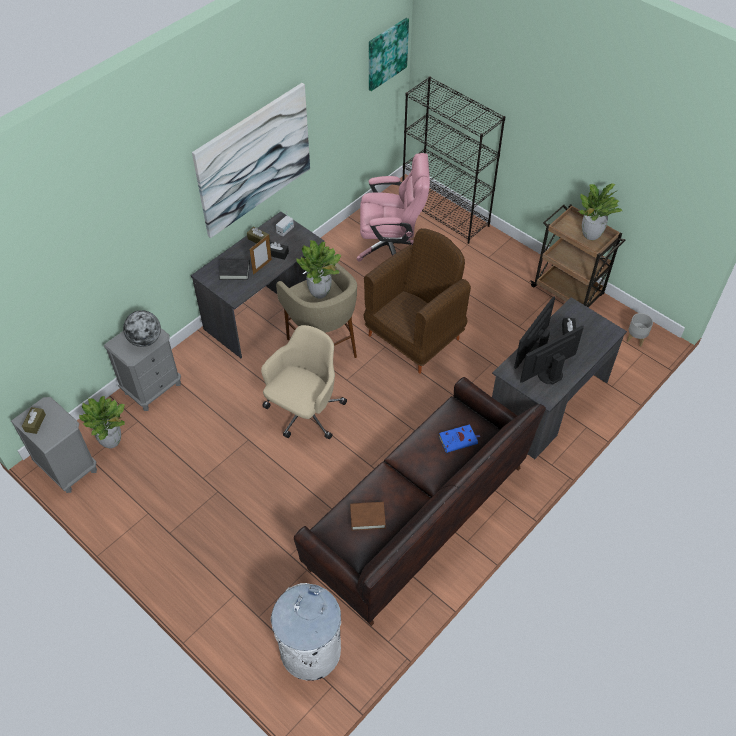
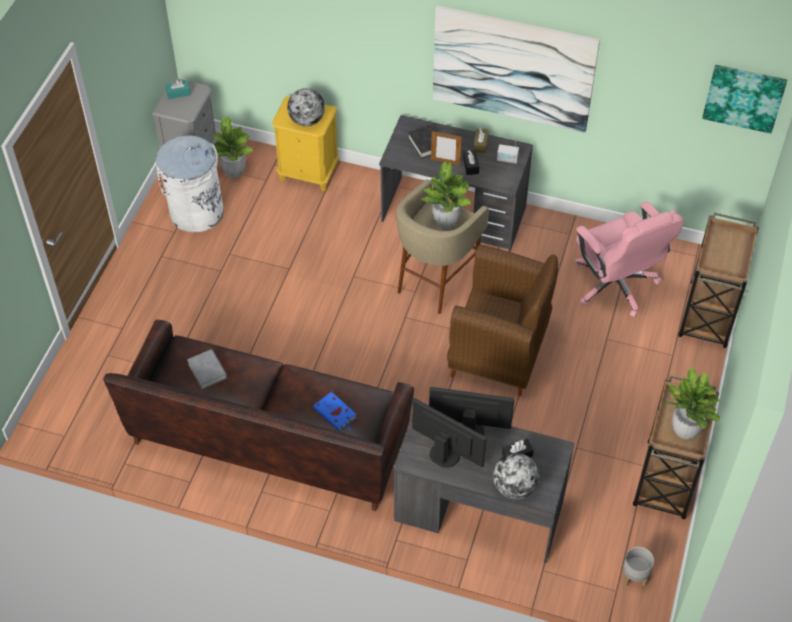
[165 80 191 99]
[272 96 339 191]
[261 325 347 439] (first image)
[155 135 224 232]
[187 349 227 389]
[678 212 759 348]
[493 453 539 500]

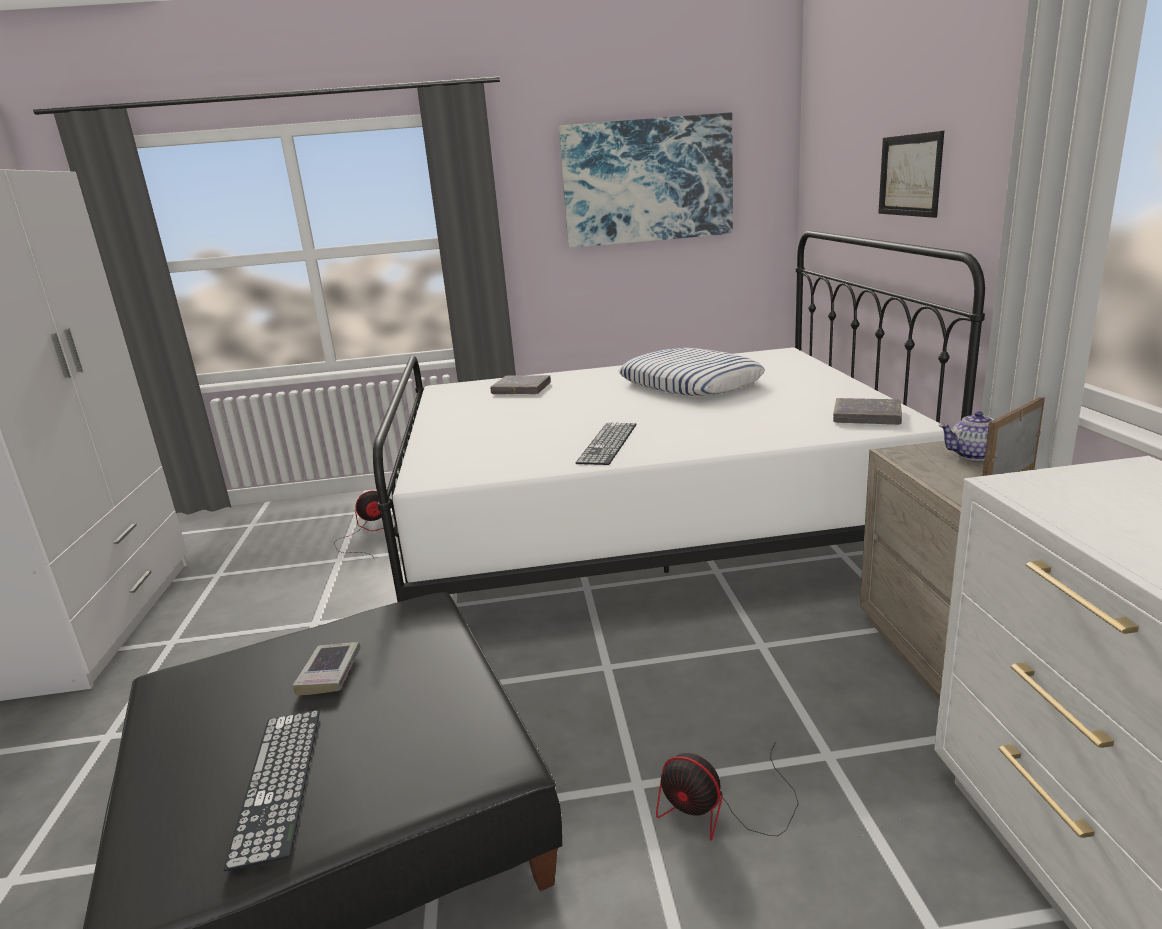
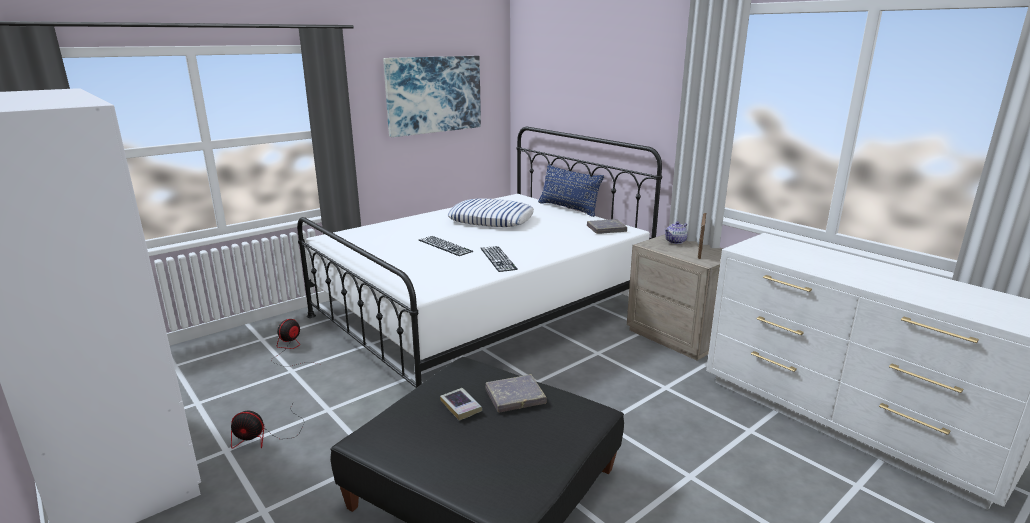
[419 236 473 256]
[485 374 547 412]
[231 405 305 449]
[878 131 944 218] (first image)
[538 164 604 217]

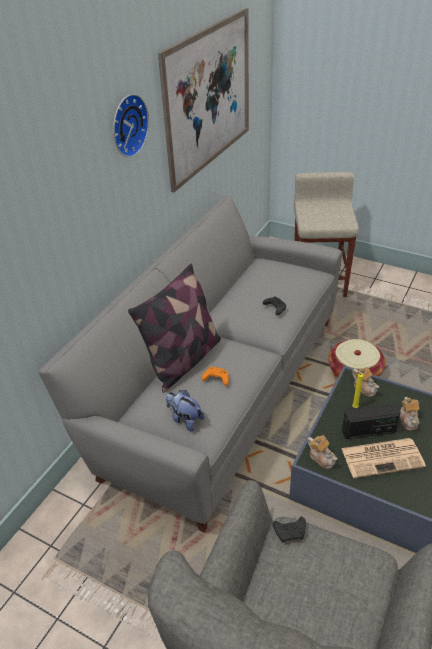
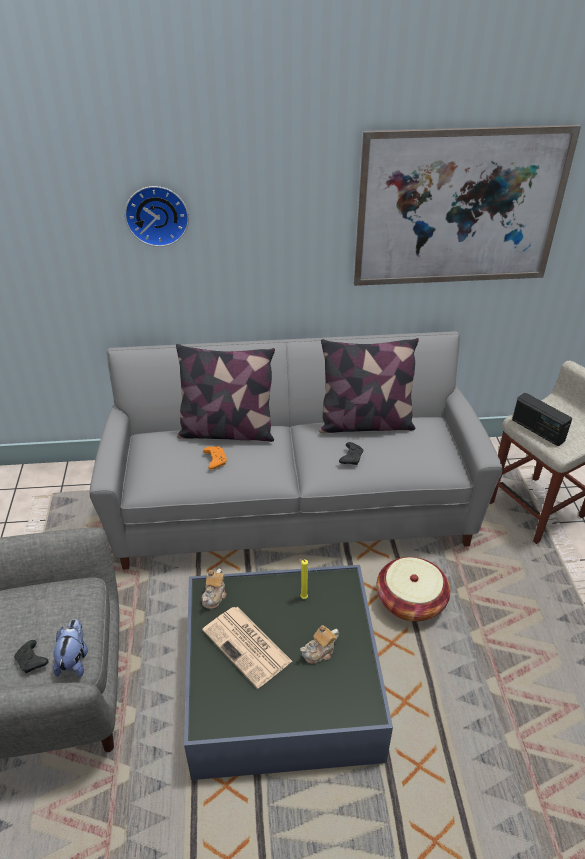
[125 186 189 247]
[53 619 88 678]
[14 640 49 673]
[512 393 572 446]
[352 367 379 397] (first image)
[319 338 419 433]

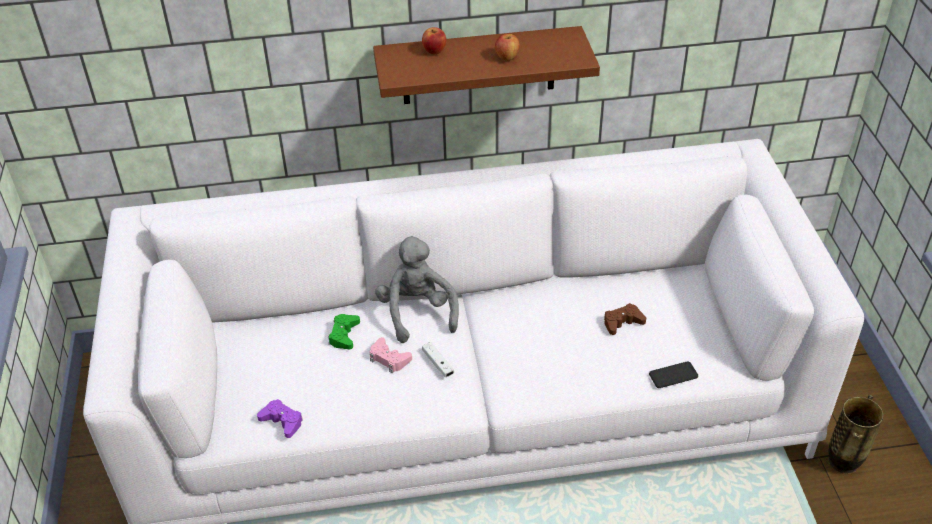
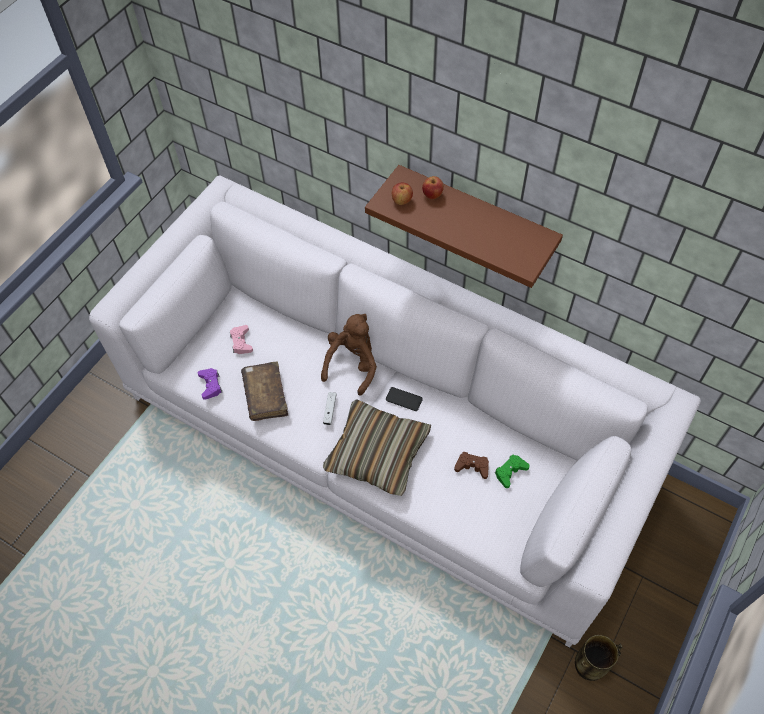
[495 454 530 488]
[230 325 253 354]
[321 314 377 396]
[392 182 413 205]
[386 387 423 411]
[241 361 288 421]
[323 399 431 496]

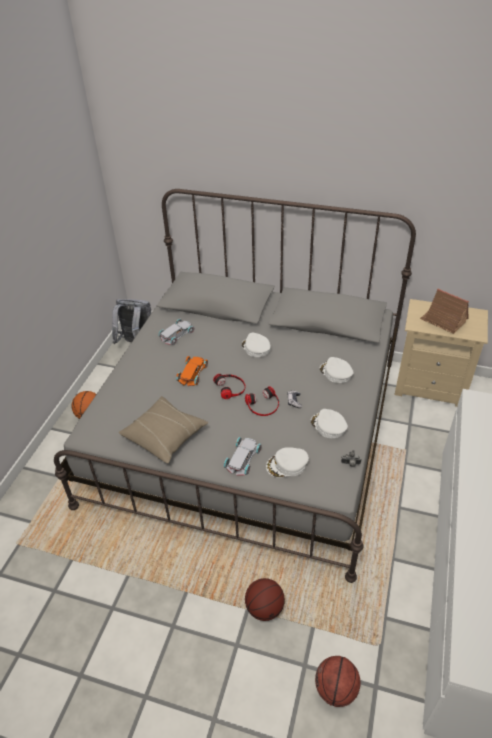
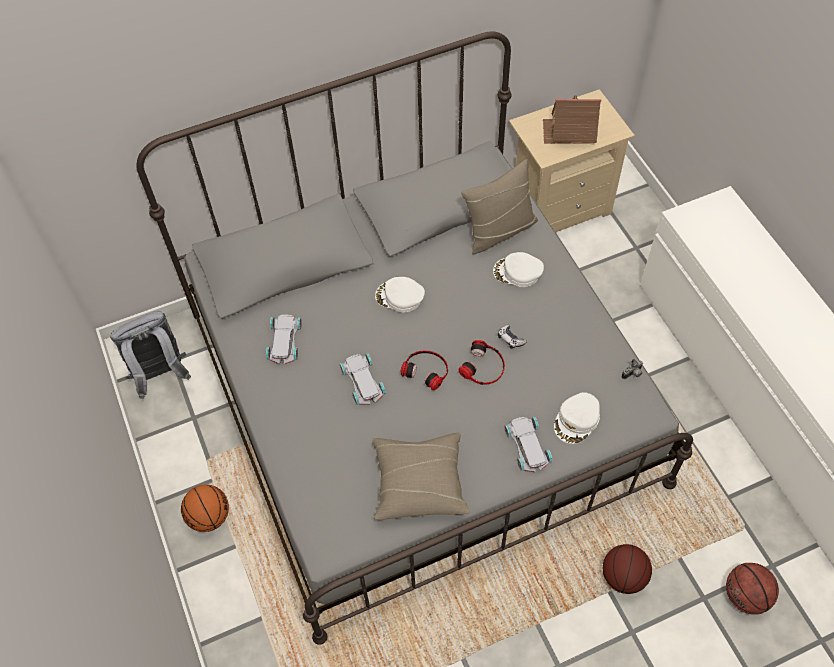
[340 353 386 405]
[310 409 348 438] (first image)
[461 159 538 255]

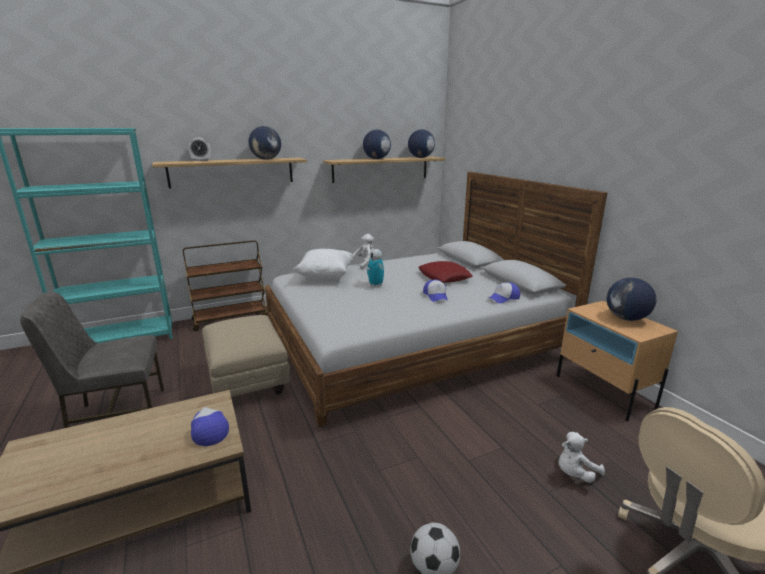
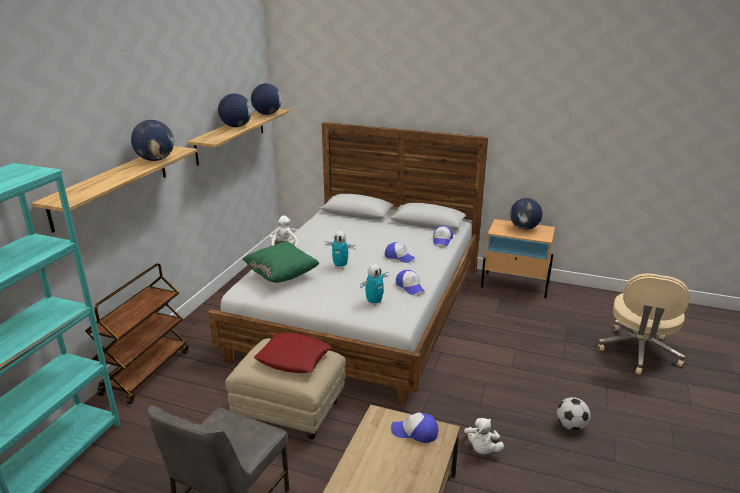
[189 138 211 161] (first image)
[243 242 319 283]
[254 333 332 373]
[464 418 504 454]
[360 264 388 306]
[396 270 424 295]

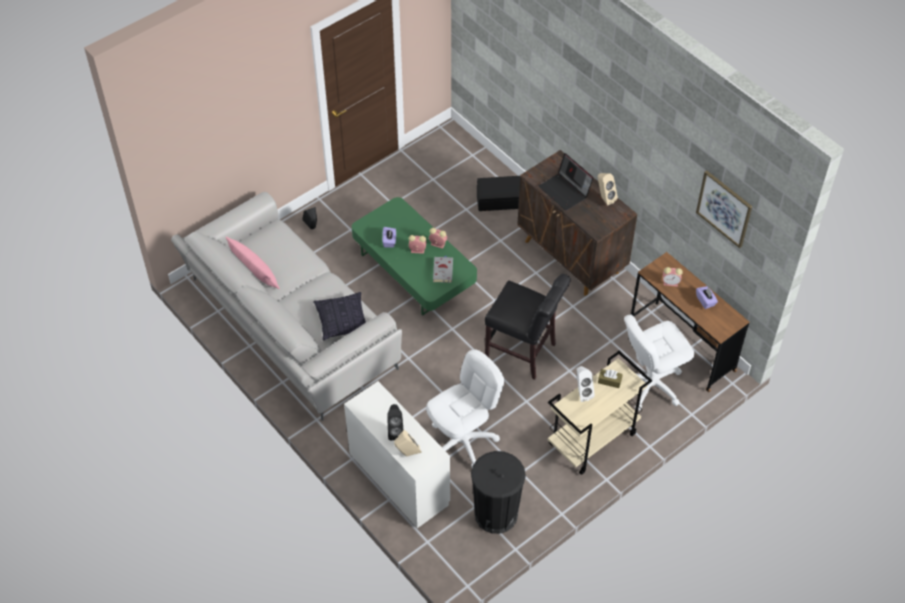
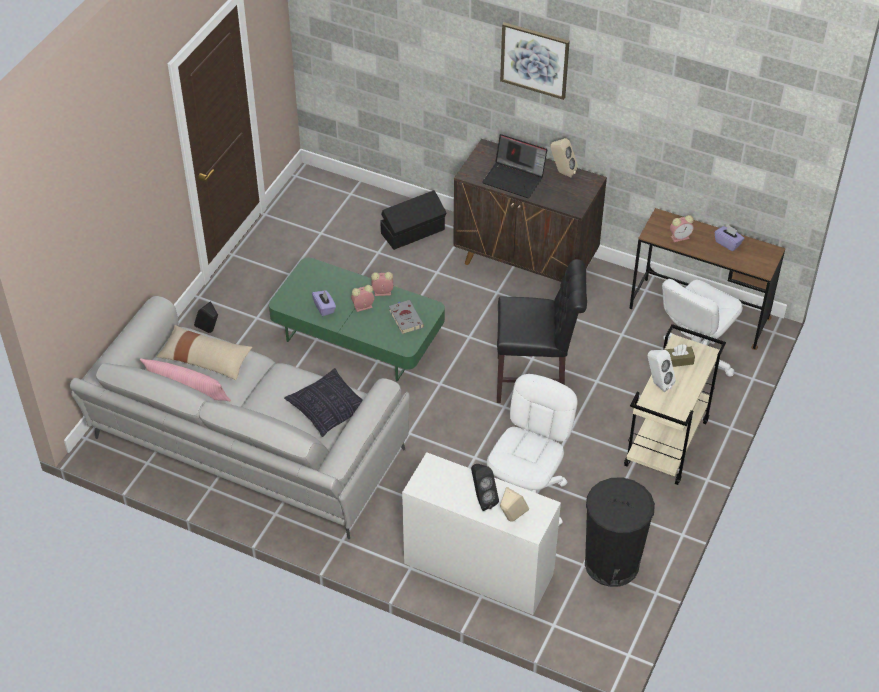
[500 22 570 100]
[156 325 252 380]

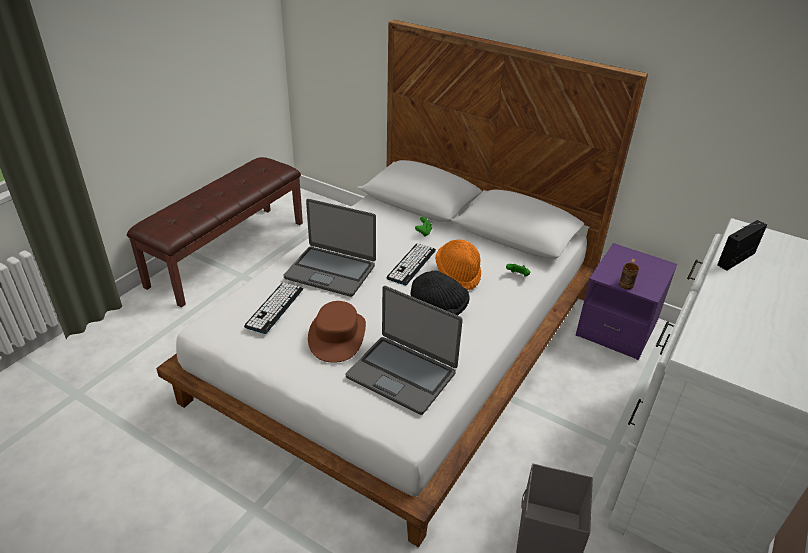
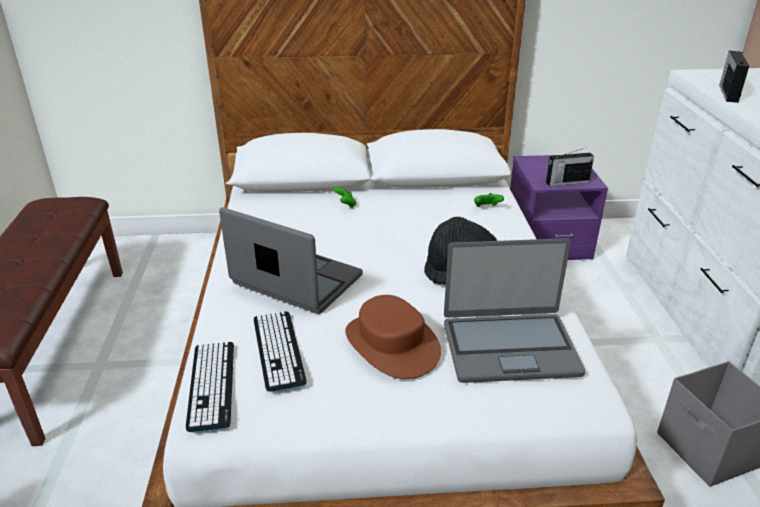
[219 207 363 314]
[186 342 234 432]
[435 240 481 290] (first image)
[546 147 594 186]

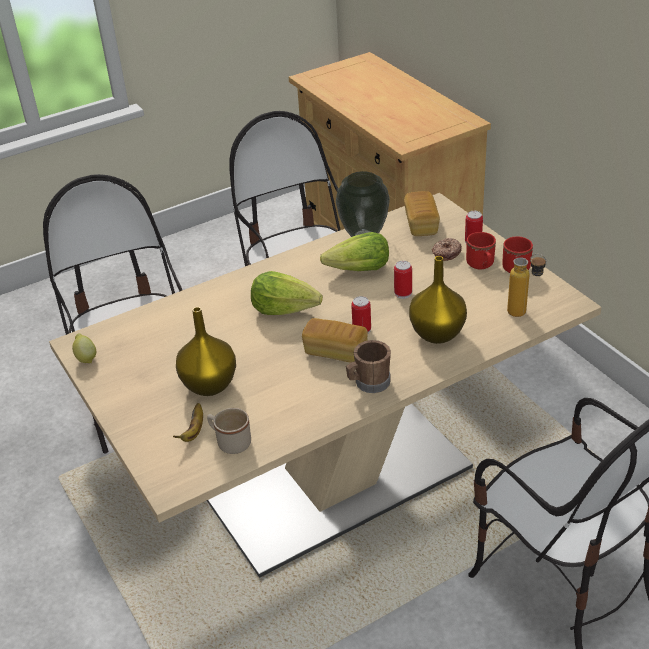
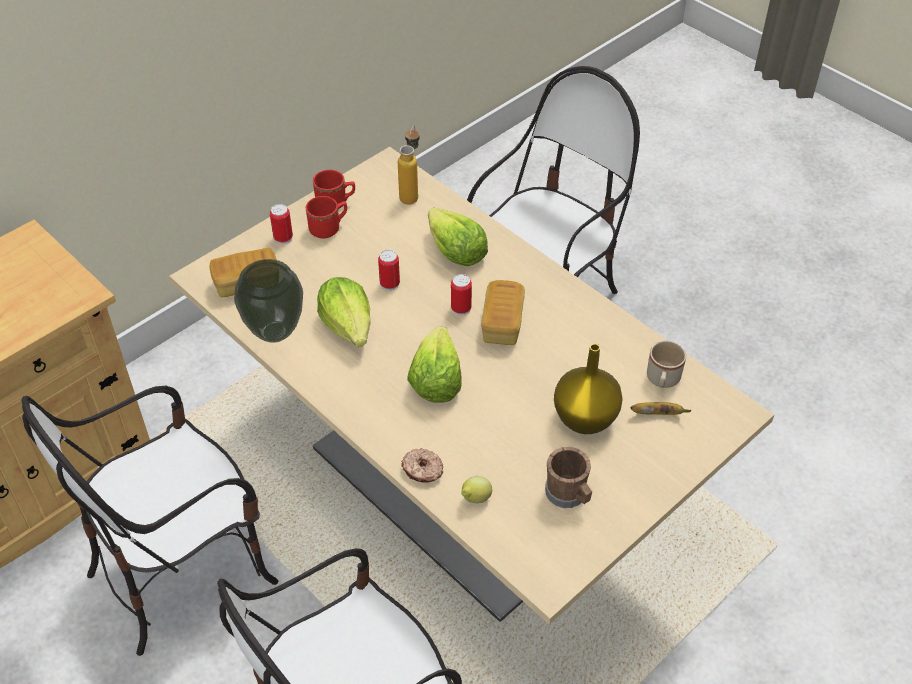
[461 476 492 503]
[545 447 592 508]
[428 208 488 266]
[401 448 444 483]

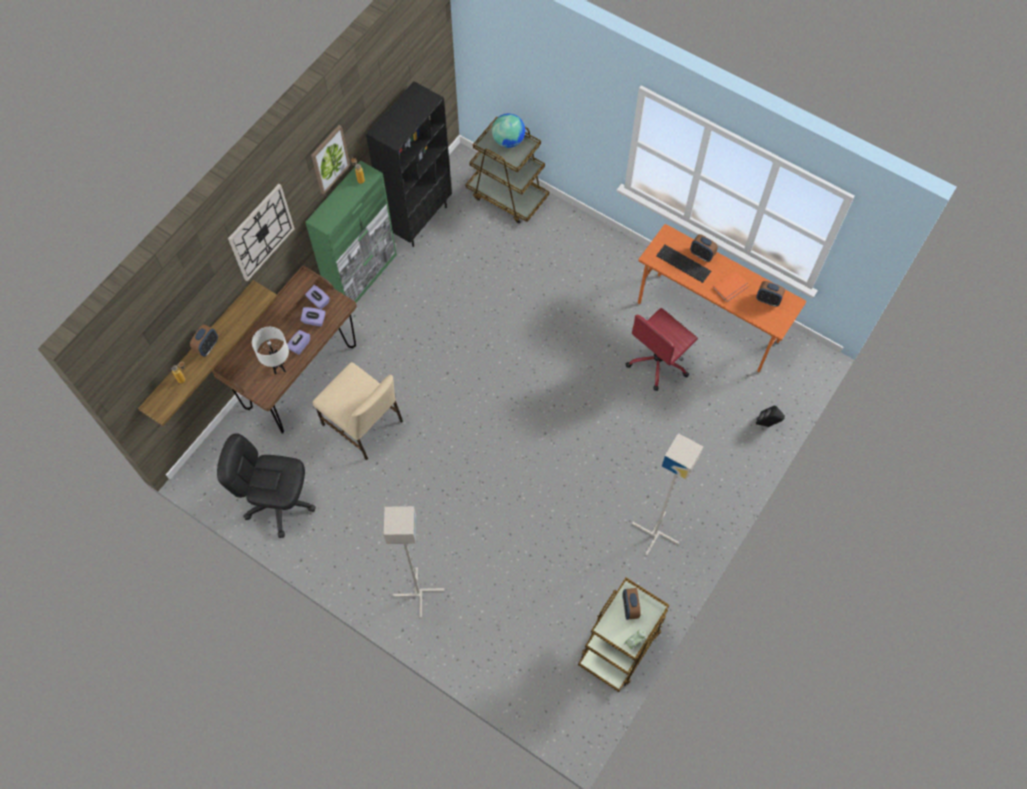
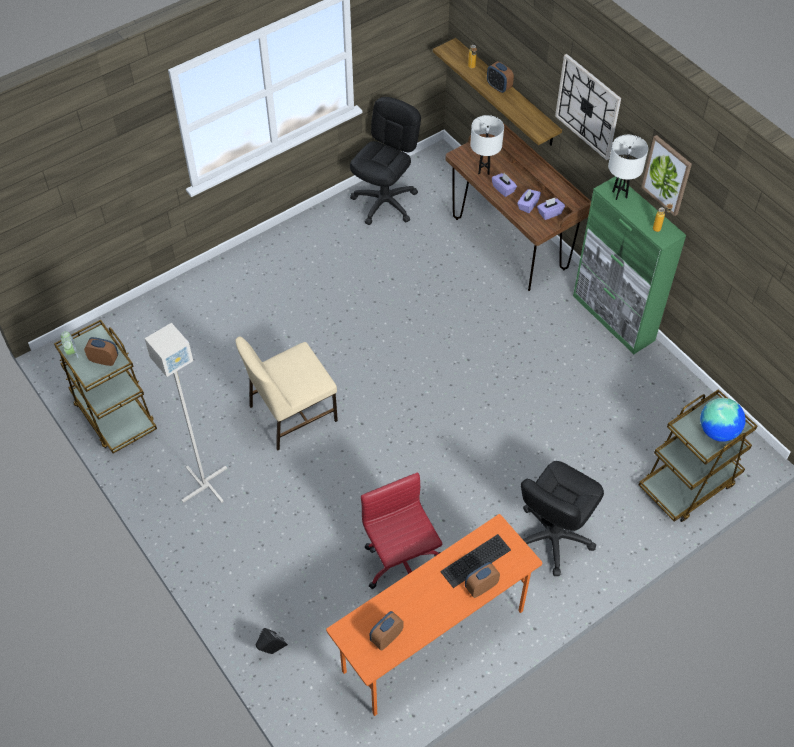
[235 336 338 451]
[366 81 452 247] (first image)
[384 506 444 618] (first image)
[713 271 749 302] (first image)
[521 461 604 576]
[608 135 648 200]

